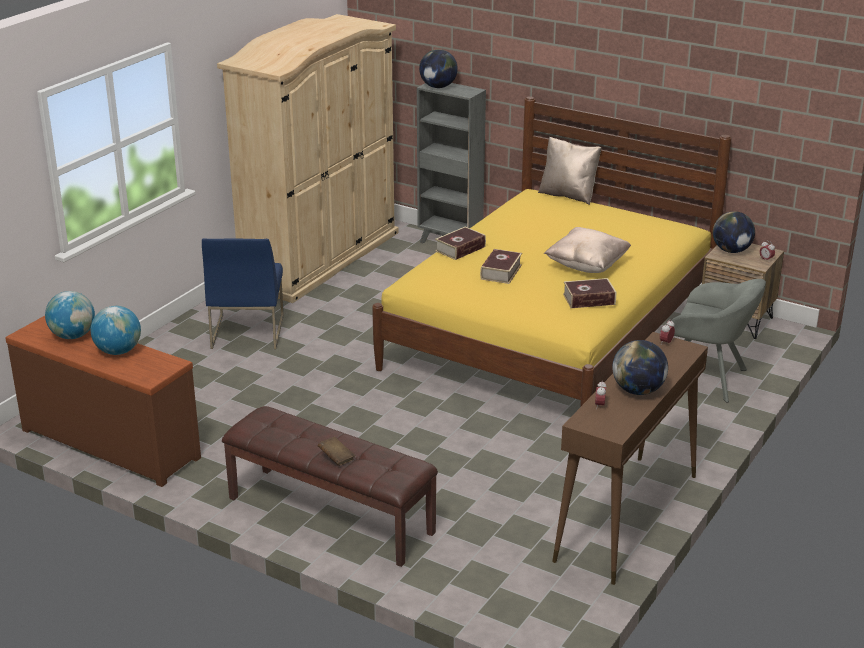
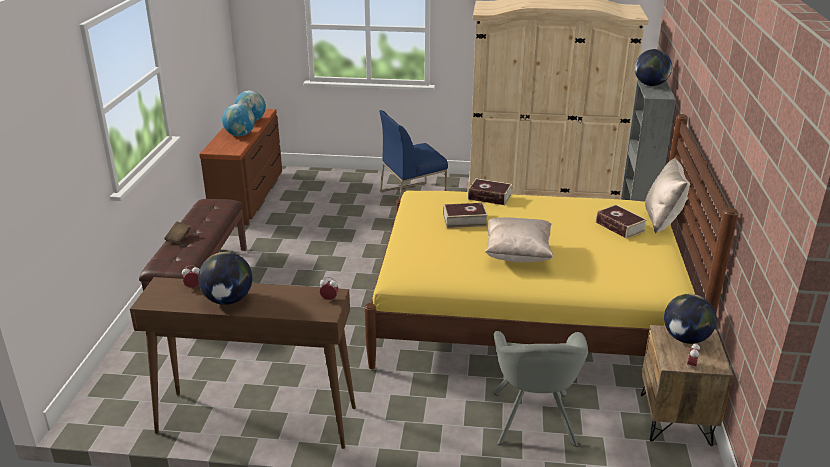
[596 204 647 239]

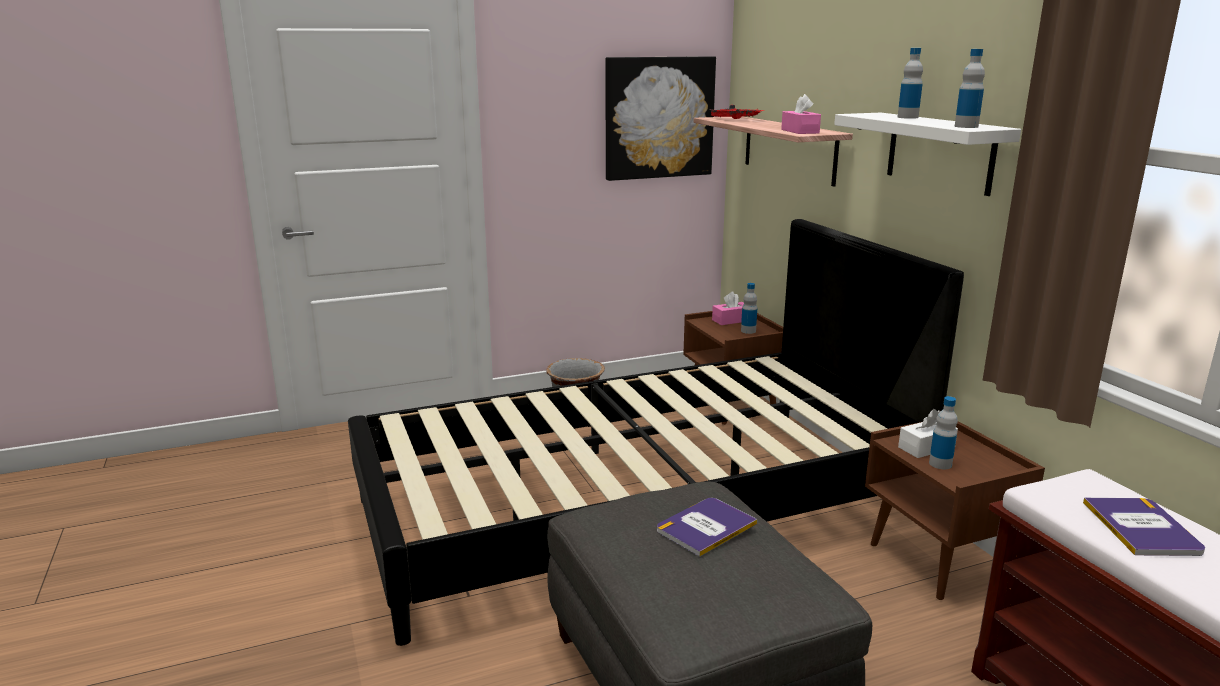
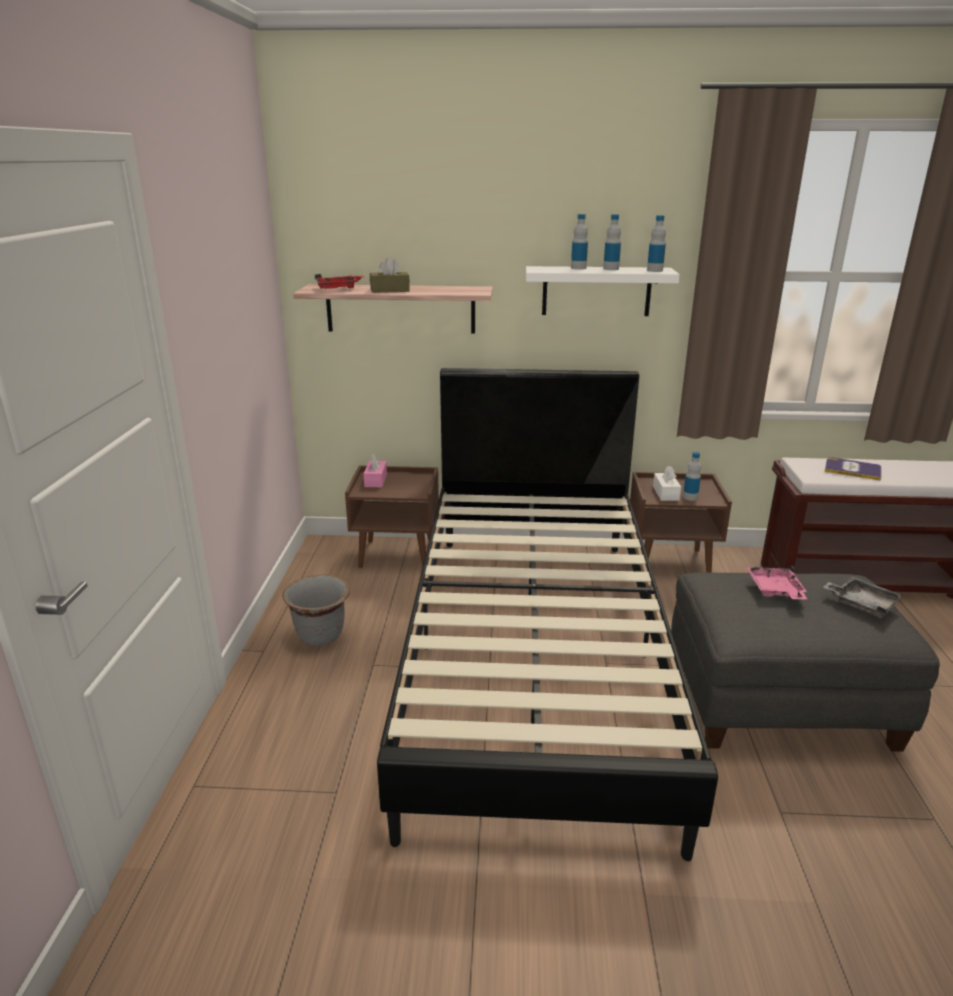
[606 56 716 181] (first image)
[747 565 807 599]
[603 214 621 270]
[781 94 821 134] (first image)
[370 257 410 293]
[824 576 902 618]

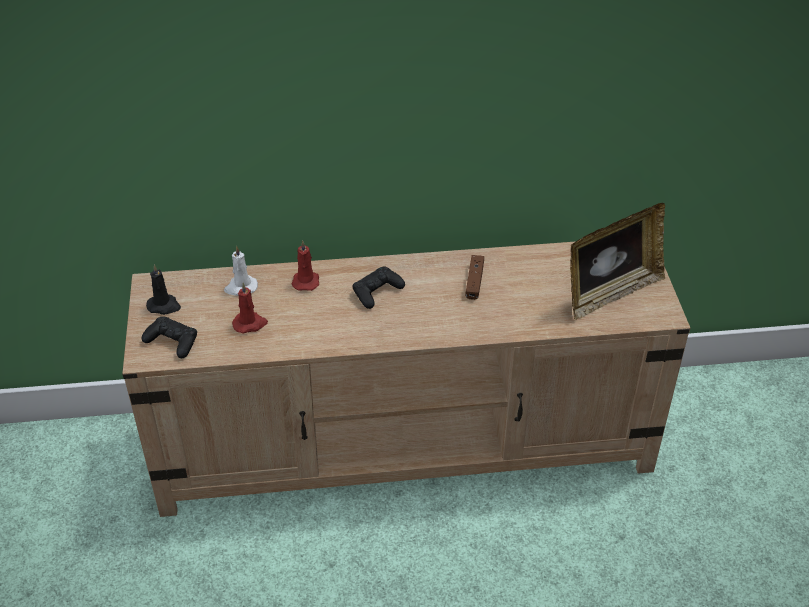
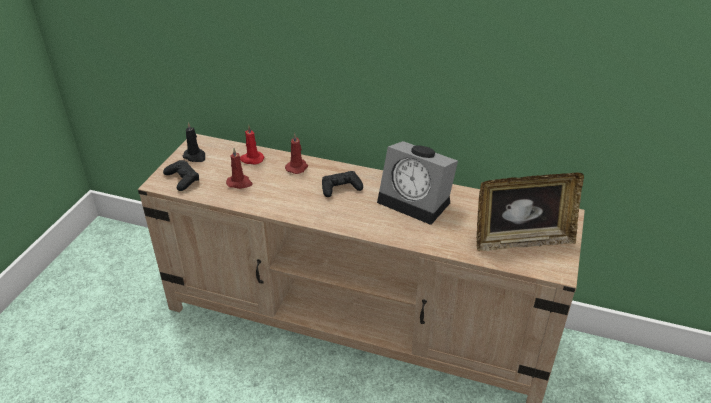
[240 125 264 165]
[377 141 458 225]

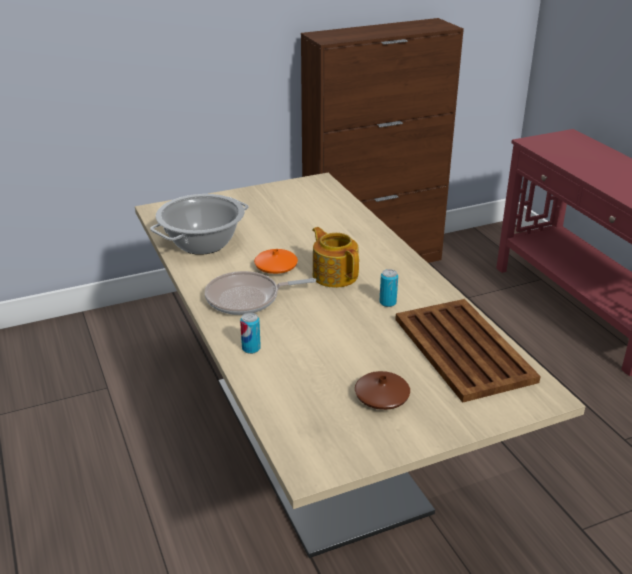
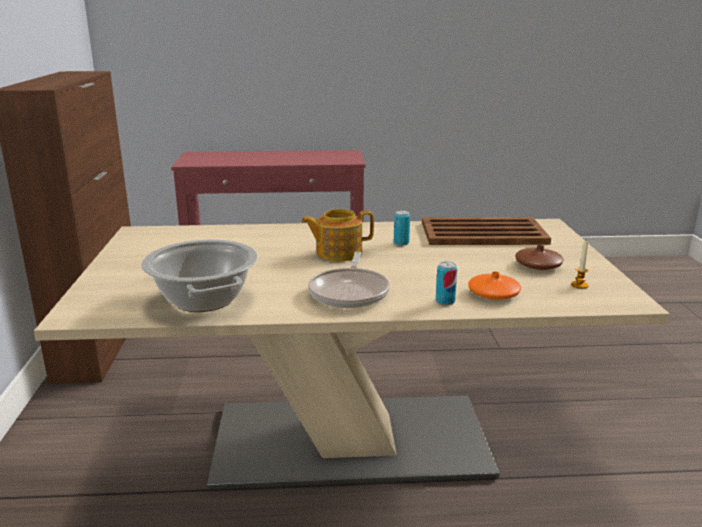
[468 271 521 300]
[571 241 589 289]

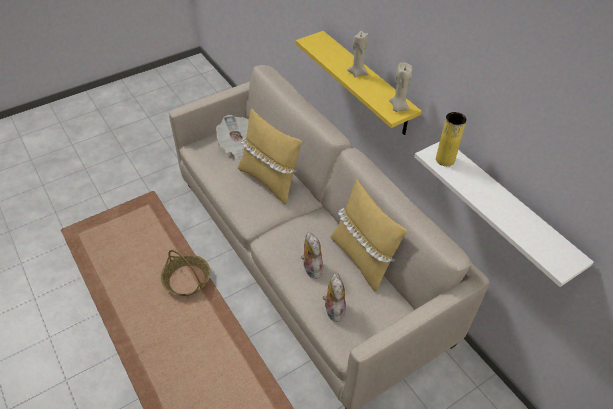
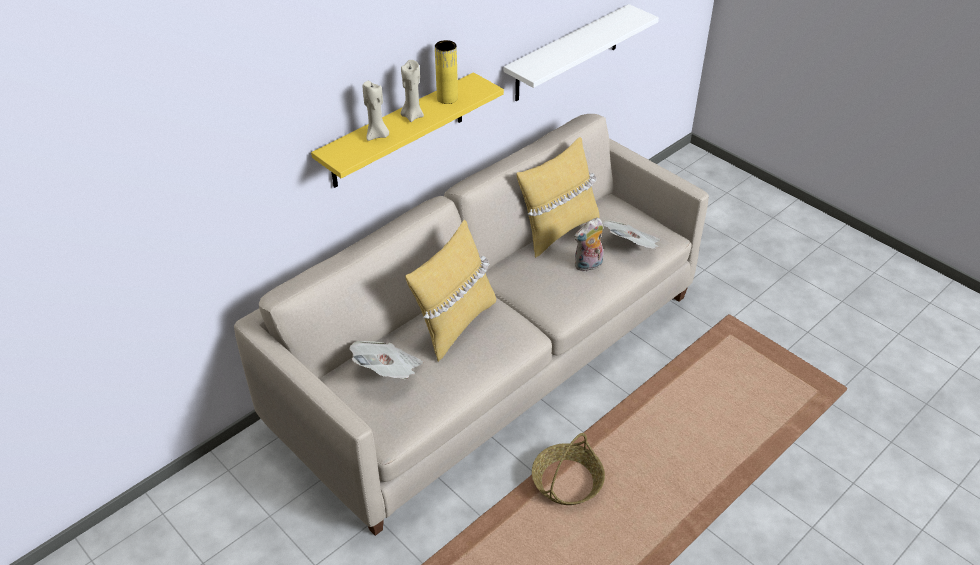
[603 220 661 249]
[363 81 389 141]
[435 40 458 104]

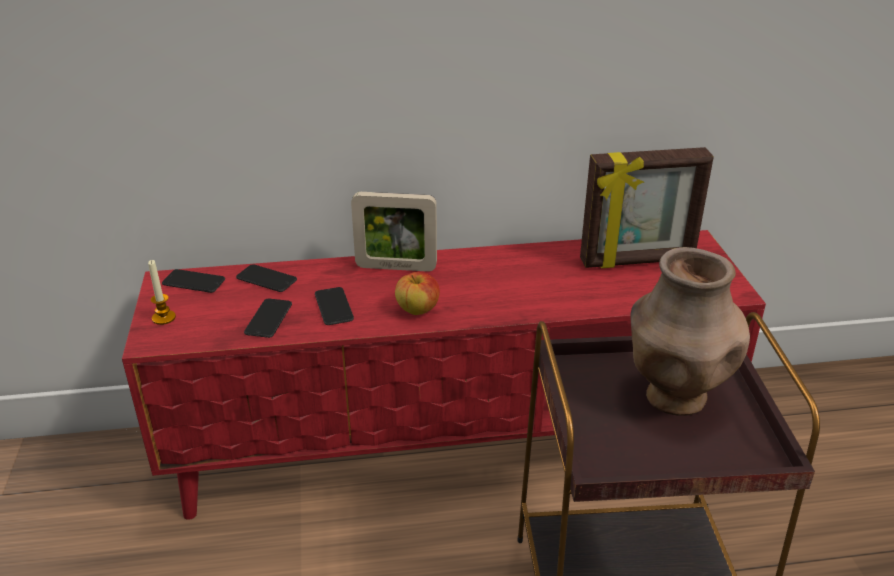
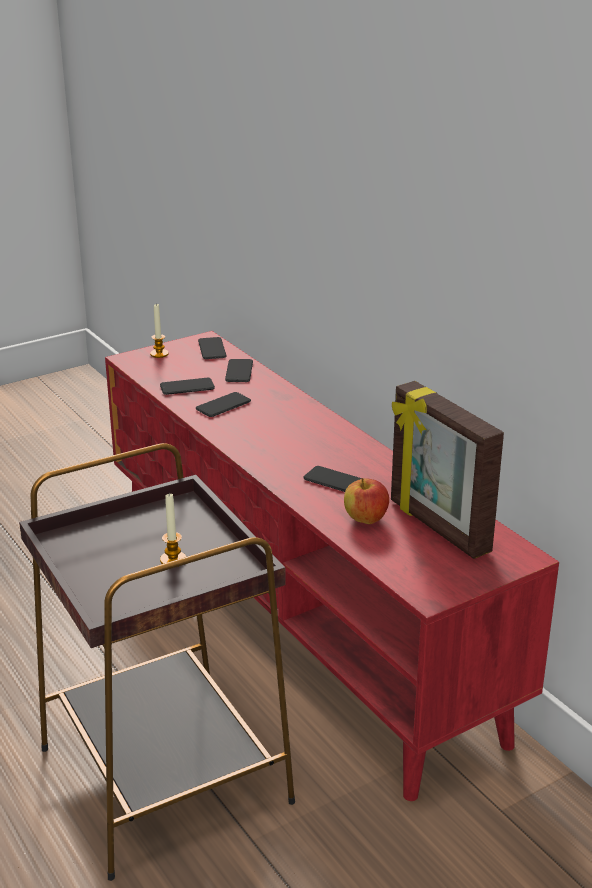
[351 192 437 272] (first image)
[344 478 389 524]
[160 494 186 567]
[303 466 362 492]

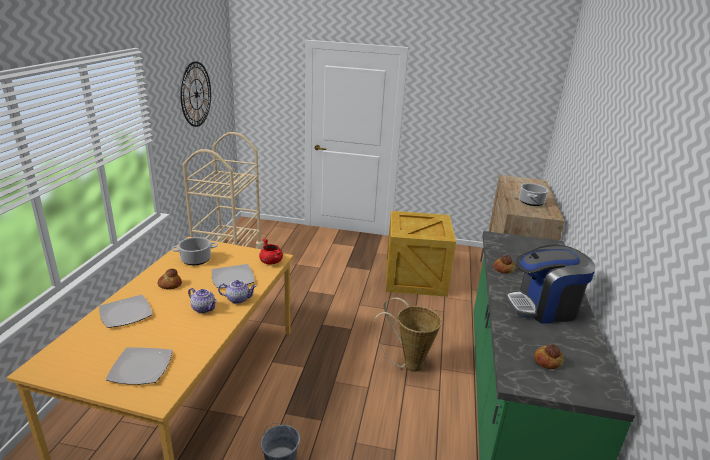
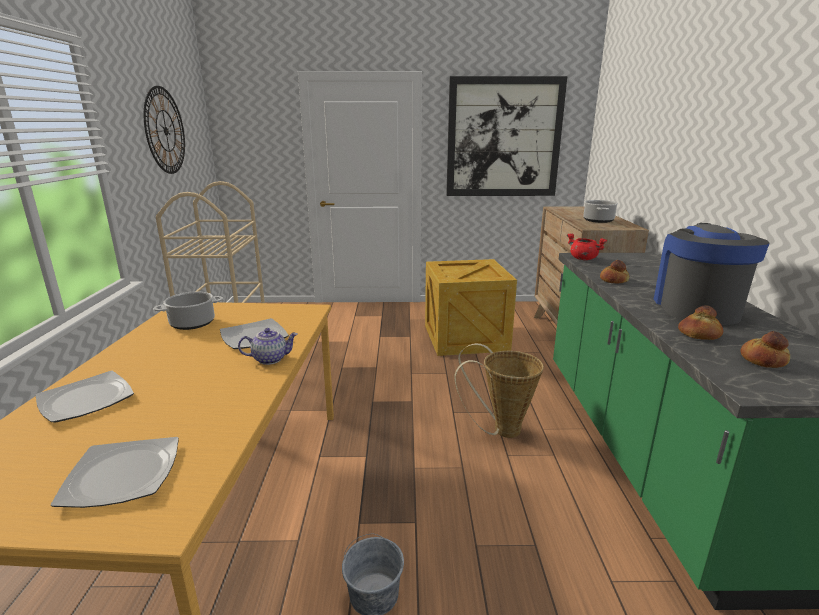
[678 305 723 340]
[188 288 217 313] (first image)
[567 233 607 260]
[654 223 770 325]
[446 76 567 196]

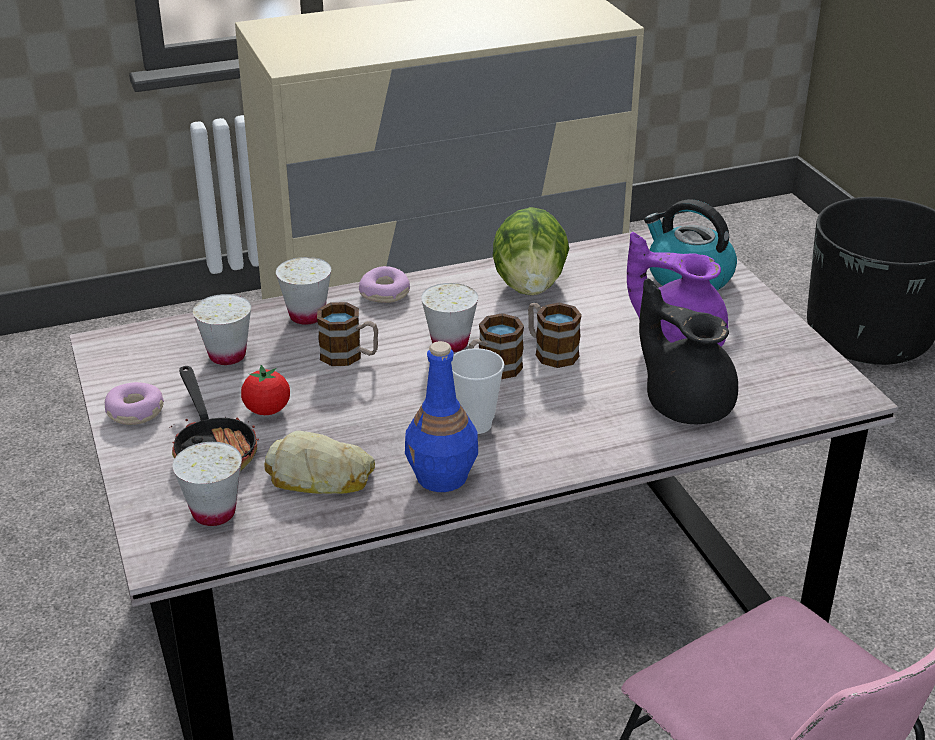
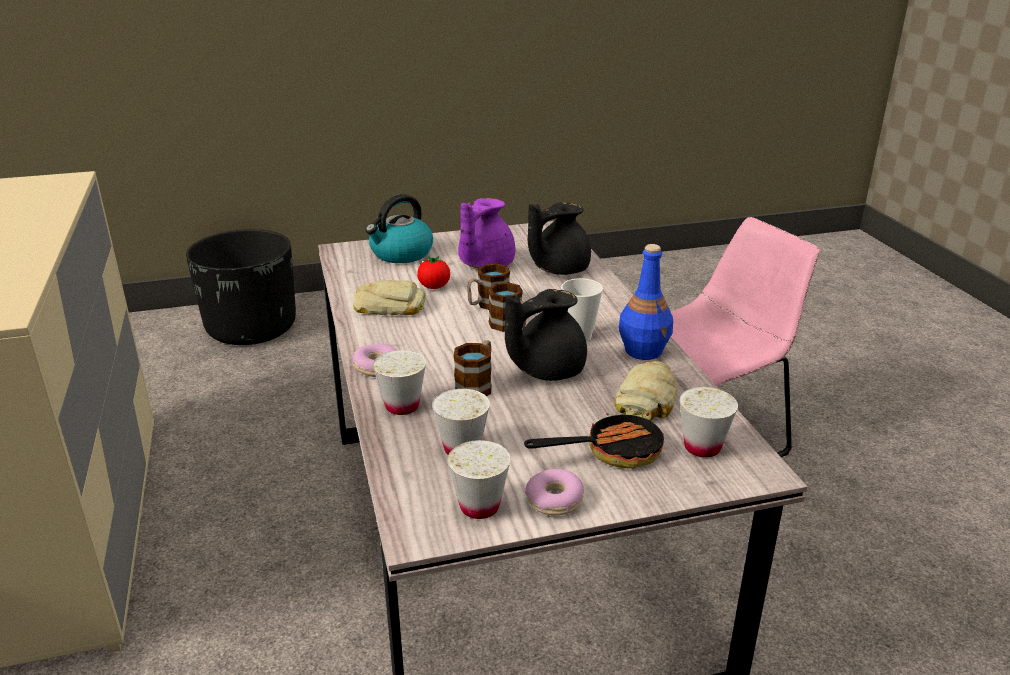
[417 256 450 289]
[447 440 511 519]
[353 280 426 315]
[505 289 587 381]

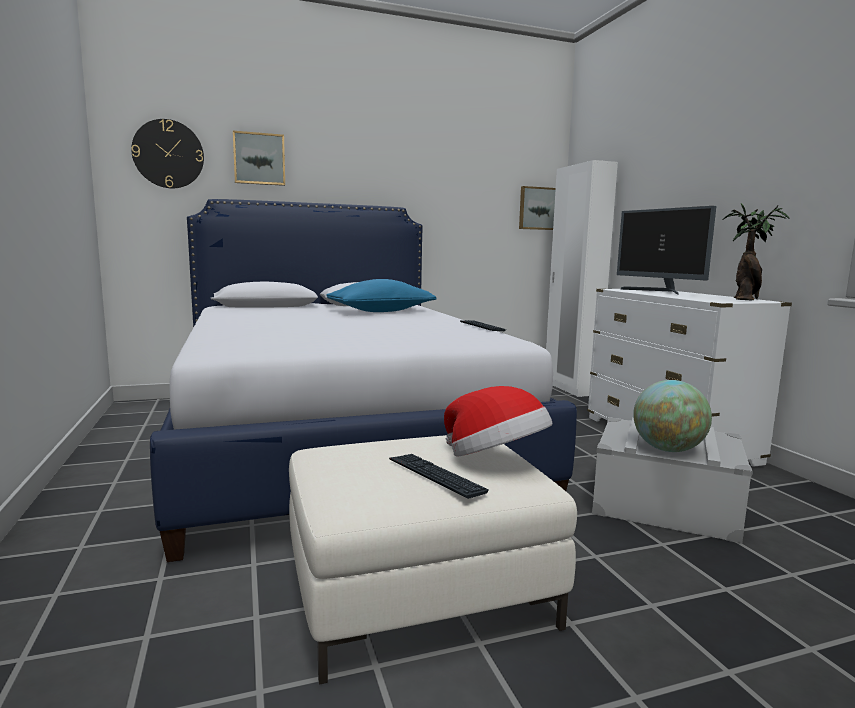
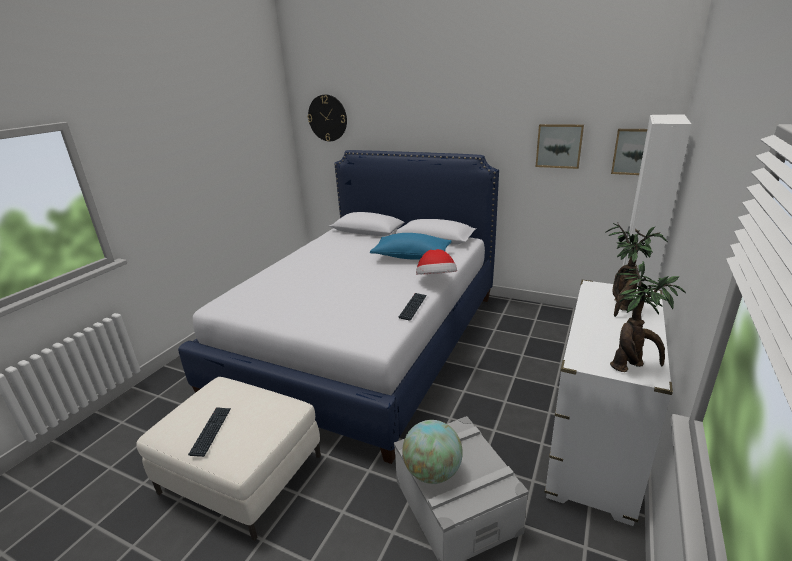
[536 124 584 169]
[416 249 457 275]
[605 222 668 317]

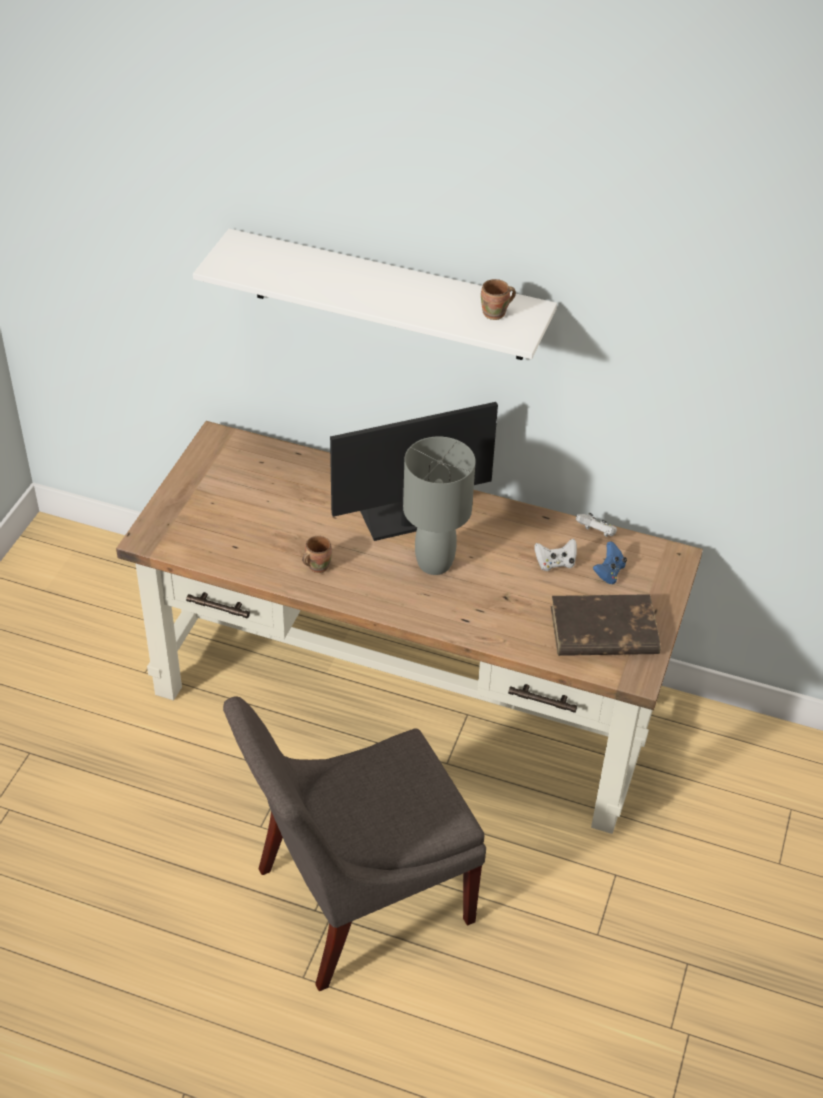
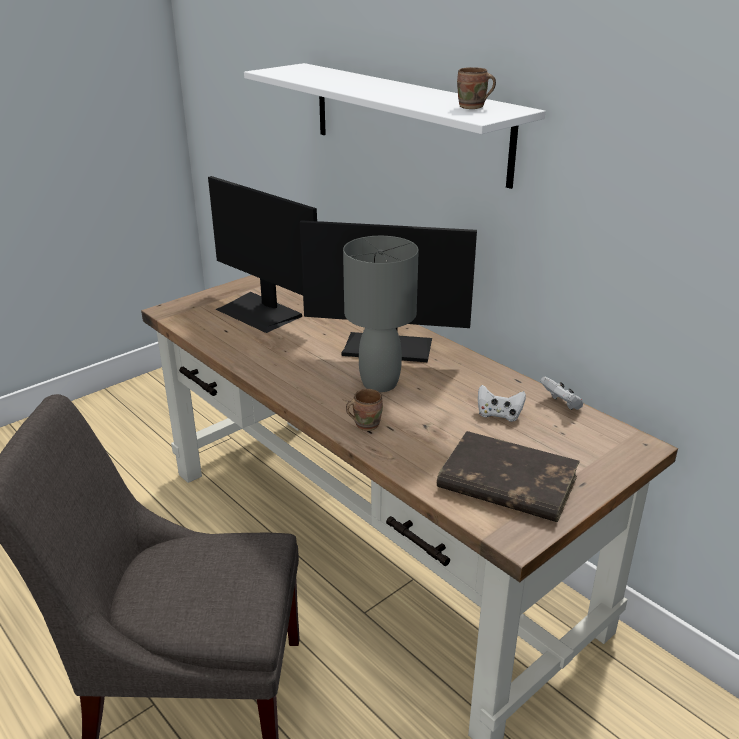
[346 389 383 431]
[593 541 627 584] (first image)
[208 176 317 333]

